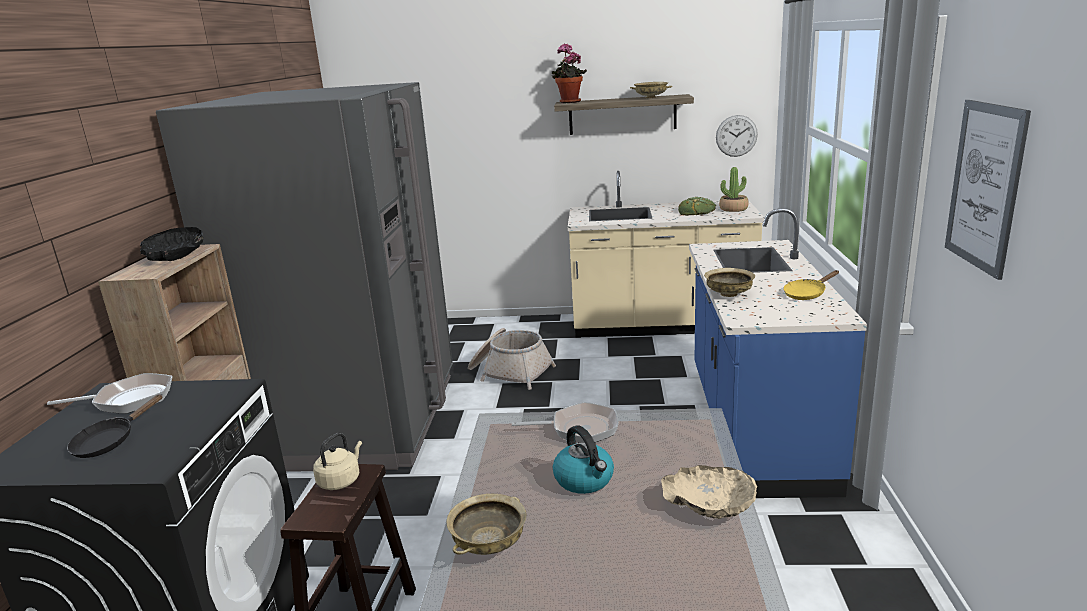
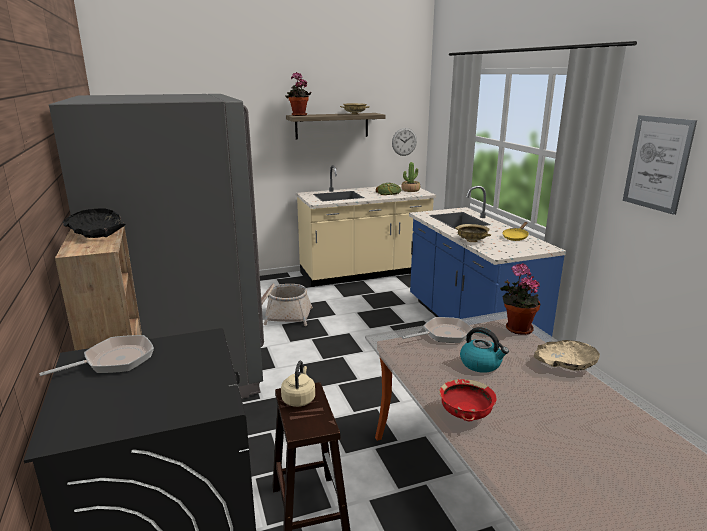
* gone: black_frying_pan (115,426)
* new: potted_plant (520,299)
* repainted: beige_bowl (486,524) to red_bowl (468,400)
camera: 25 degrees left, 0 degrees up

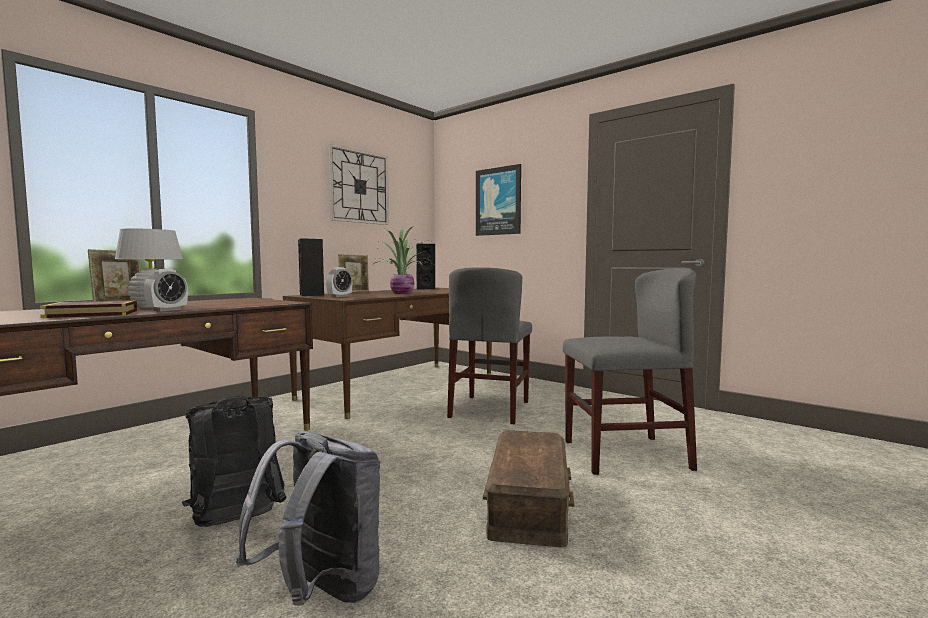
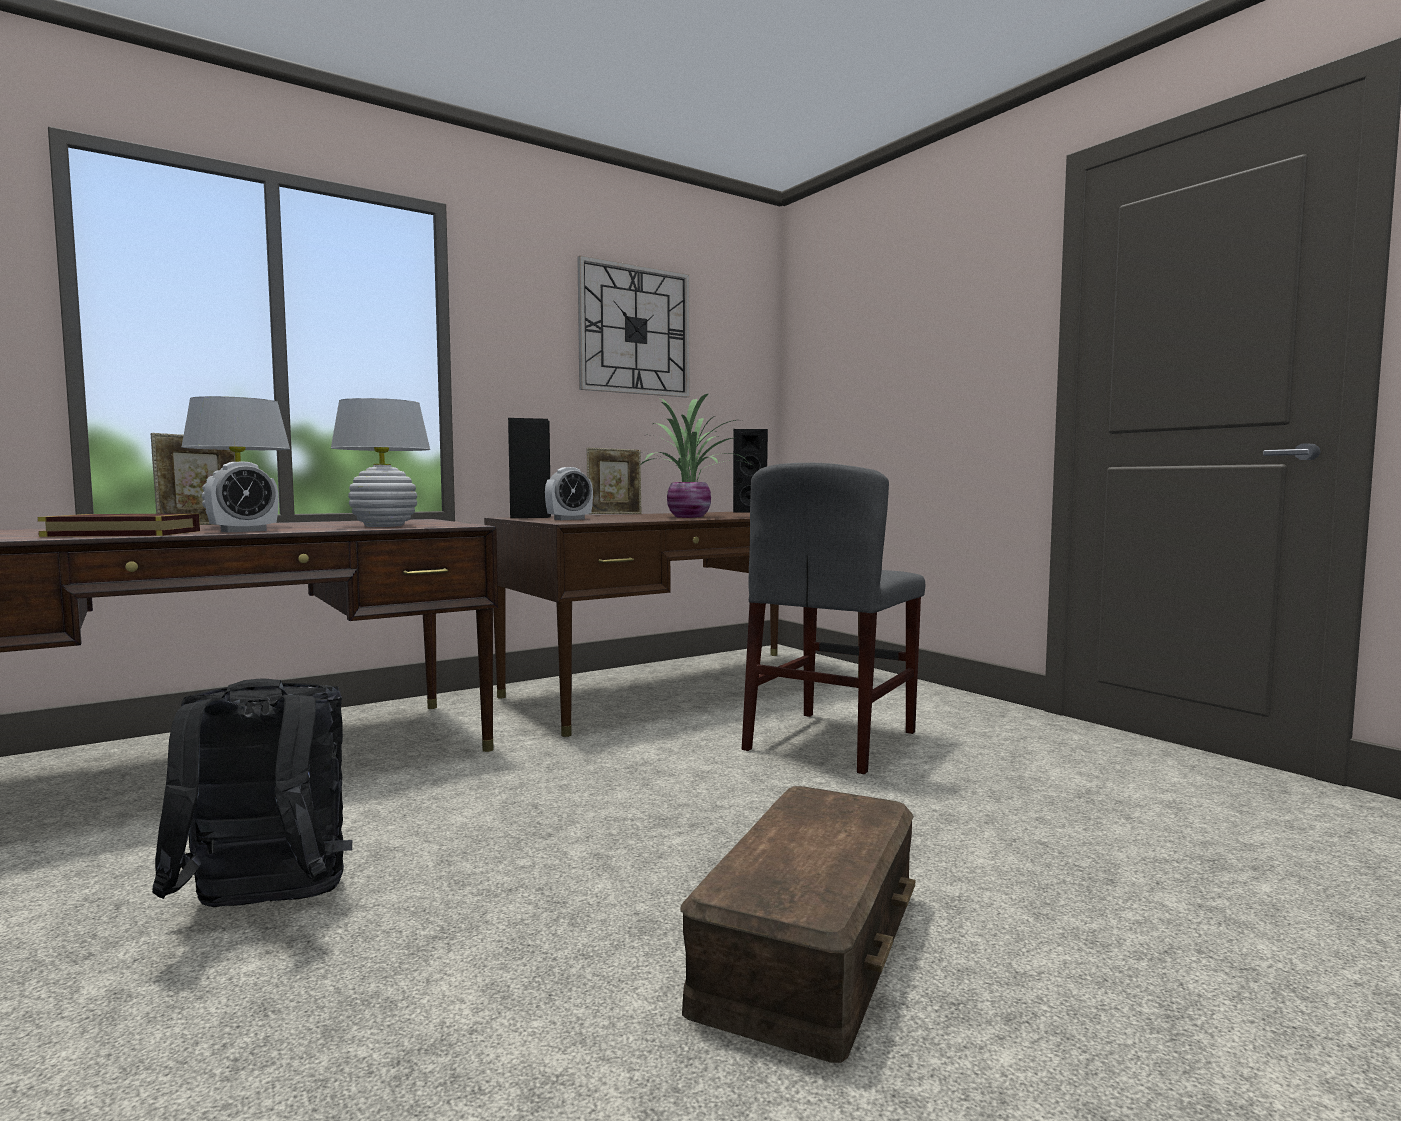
* gone: grey_backpack (308,519)
* gone: picture (498,200)
* gone: grey_chair (630,371)
* new: white_table_lamp (381,462)
camera: 15 degrees right, 0 degrees up

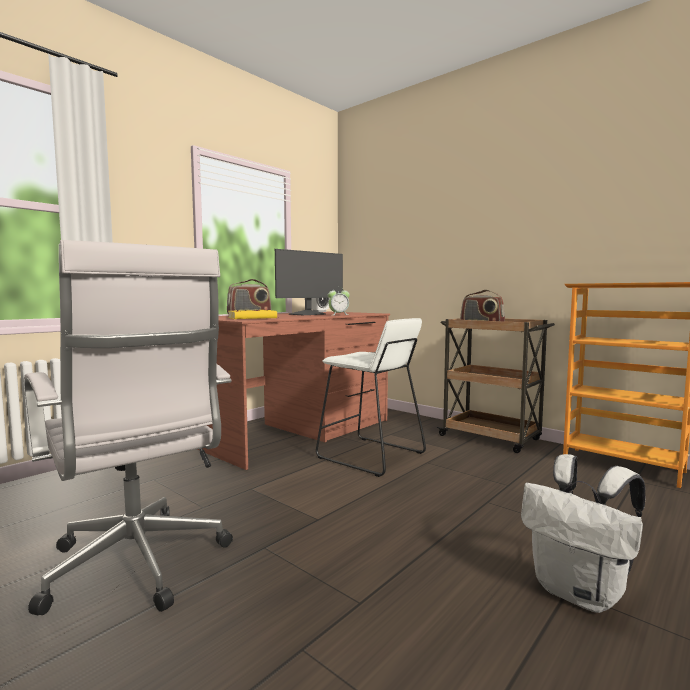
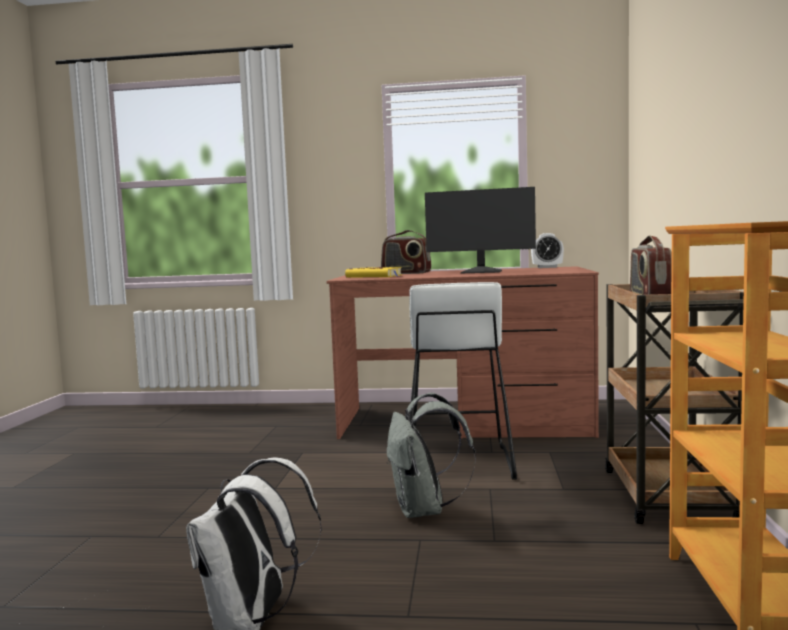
* gone: white_office_chair (128,427)
* gone: alarm_clock (339,301)
* new: grey_backpack (431,455)
camera: 55 degrees right, 0 degrees up

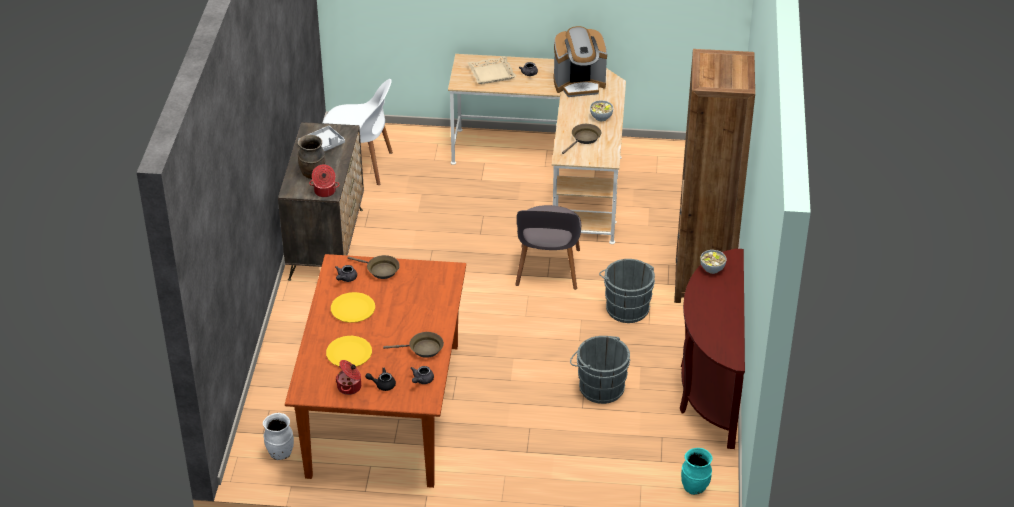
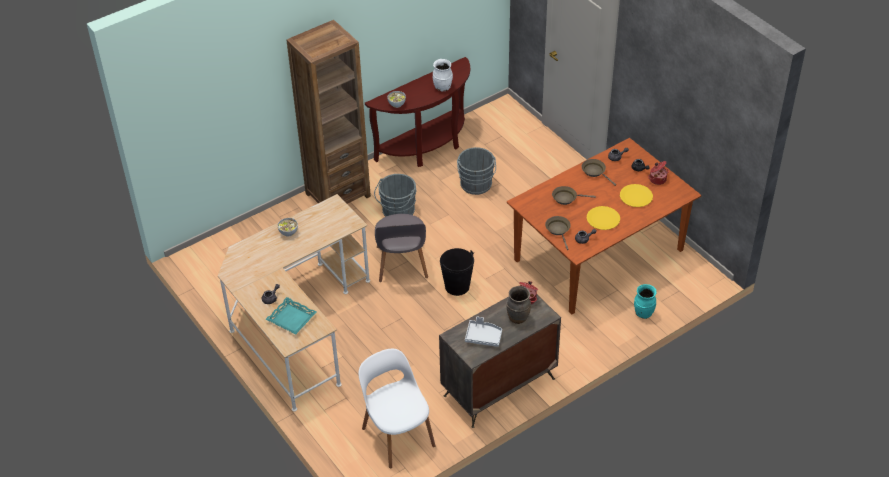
* gone: coffee_machine (580,61)
* new: black_bucket (457,272)
* shifted: white_vase (278,436) to (443,75)
* shifted: brown_frying_pan (581,139) to (574,195)
* shifted: turquoise_vase (697,471) to (645,301)
* repainted: beige_tray (492,70) to turquoise_tray (291,315)
* rotated: grey_chair (548,247) = (401,248) 120 degrees clockwise
camera: 130 degrees left, 5 degrees up

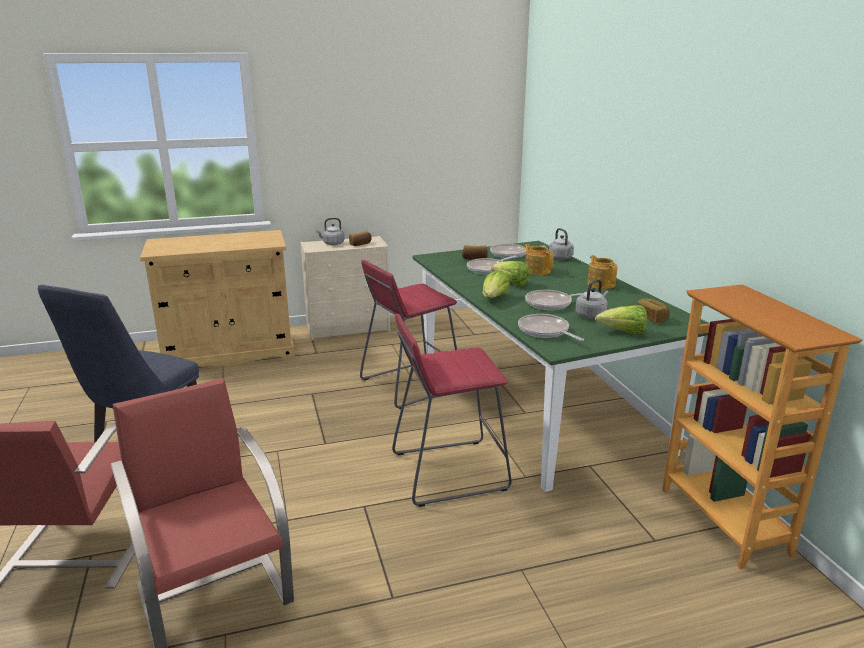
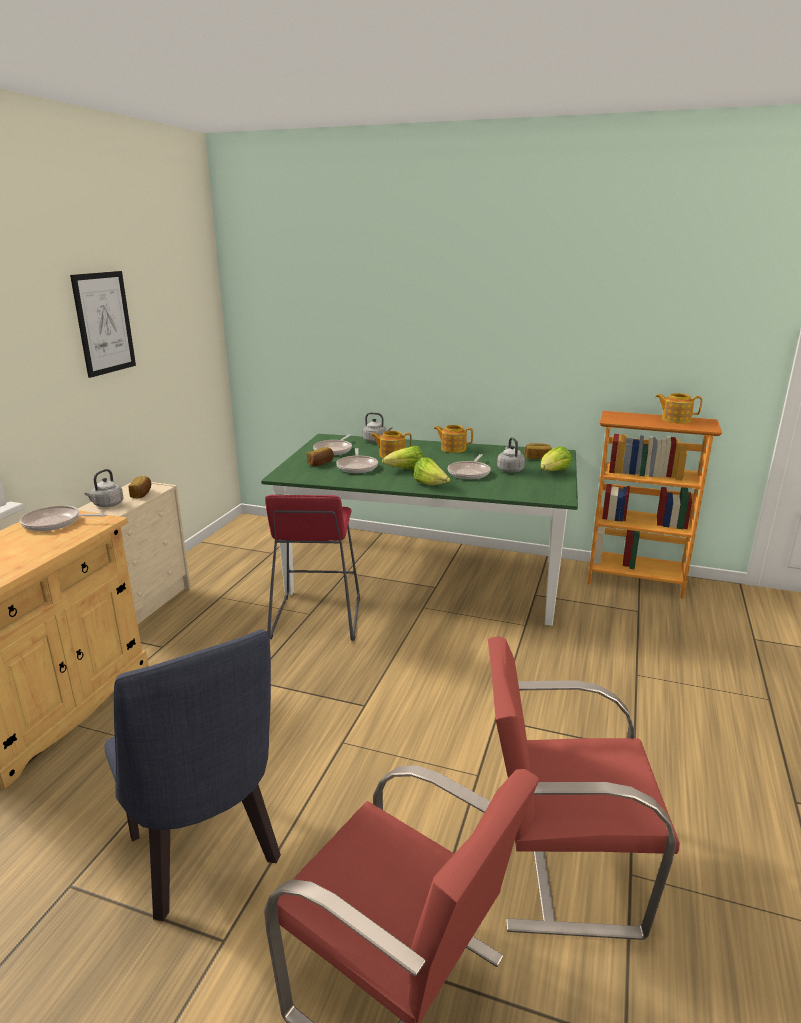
* gone: red_stool (452,410)
* new: picture (103,324)
* new: teapot (678,408)
* shifted: frying_pan (551,327) to (63,518)
camera: 55 degrees left, 0 degrees up

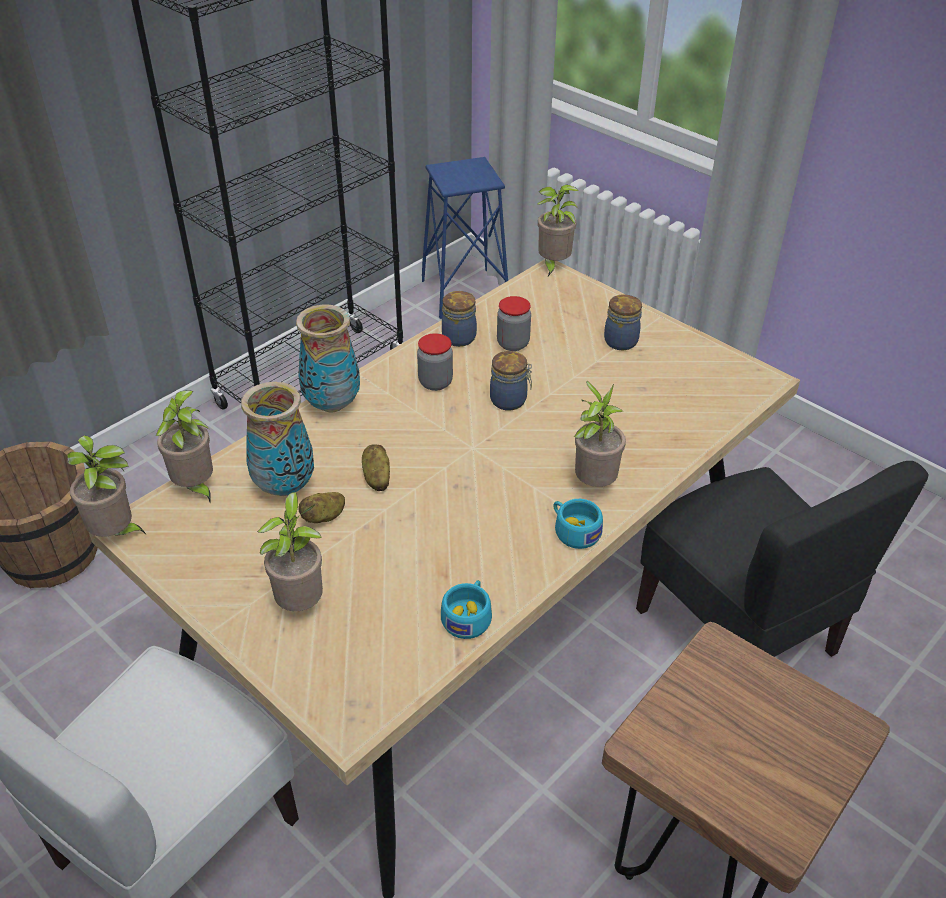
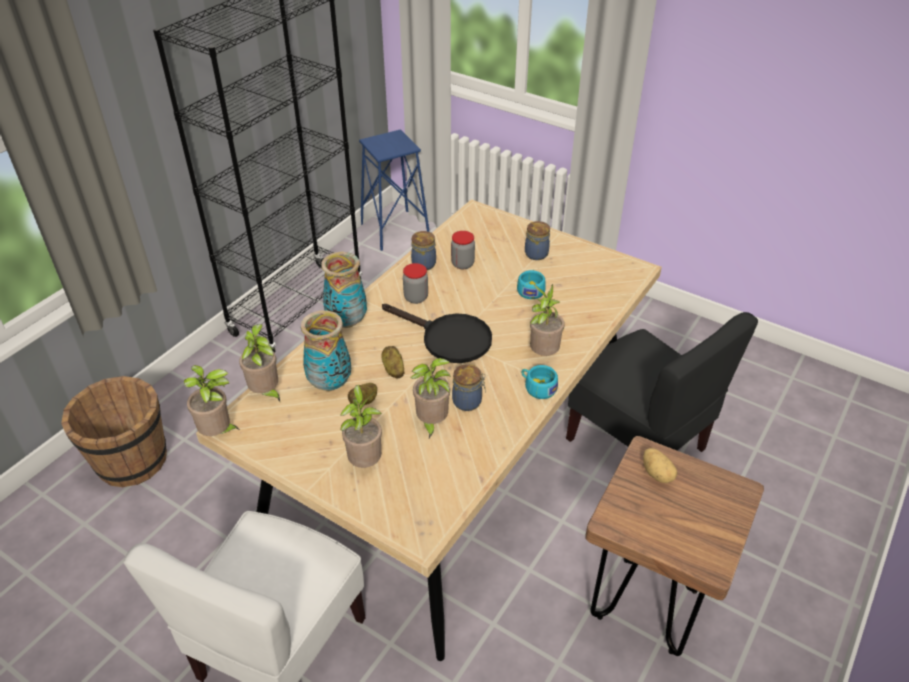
* new: black_frying_pan (437,333)
* new: potato (660,465)
* shifted: turquoise_cup (466,609) to (531,284)
* shifted: jar (511,380) to (469,387)
* shifted: potted_plant (558,230) to (430,398)
camera: 10 degrees left, 0 degrees up

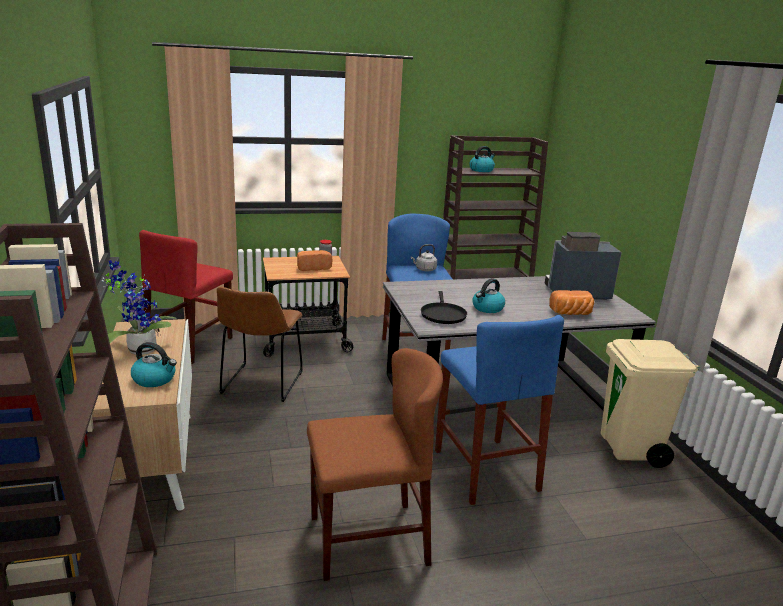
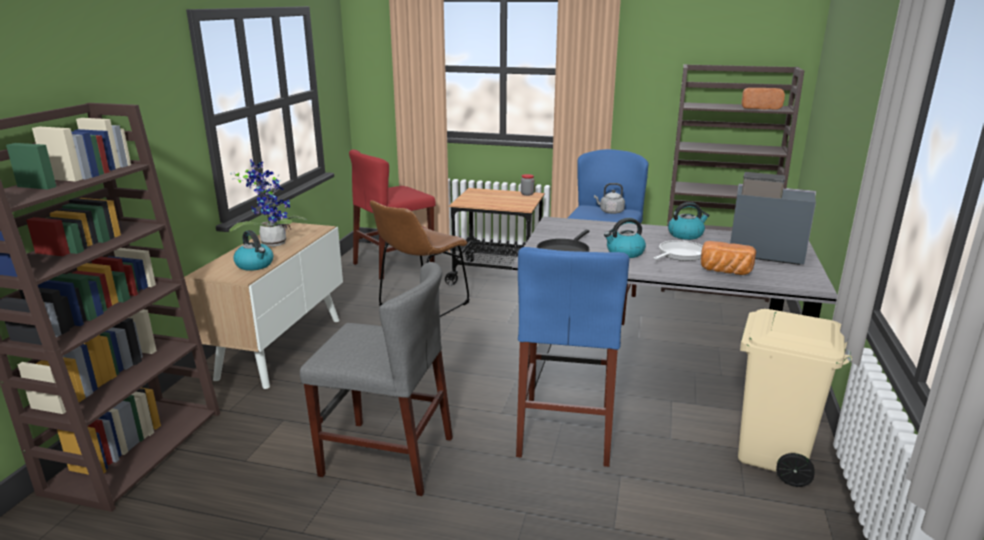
* new: frying_pan (678,250)
* shifted: bread (314,260) to (763,99)
* shifted: kettle (482,159) to (689,221)
* repainted: brown_chair (375,464) to grey_chair (376,379)
camera: 30 degrees right, 0 degrees up

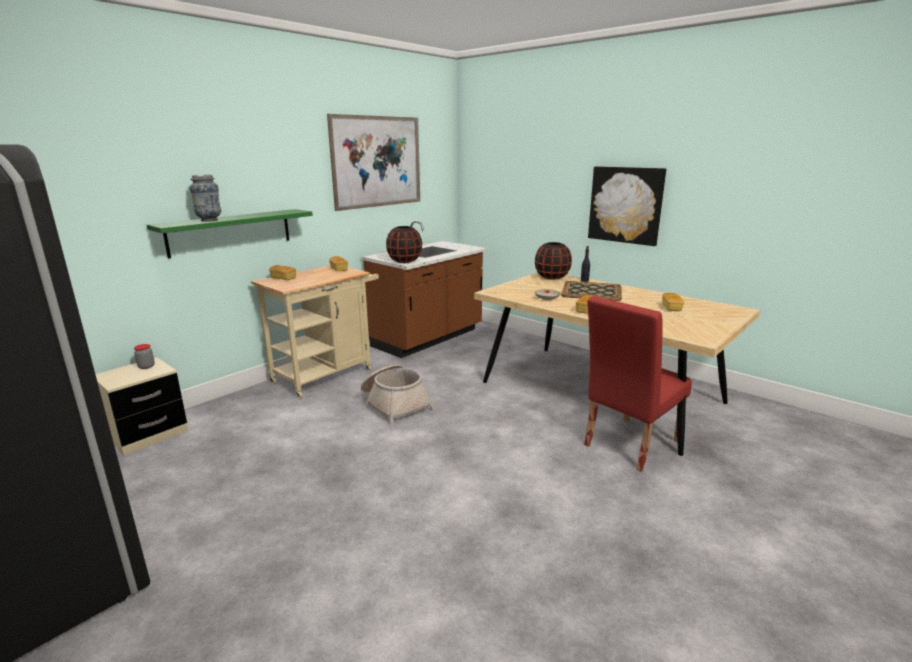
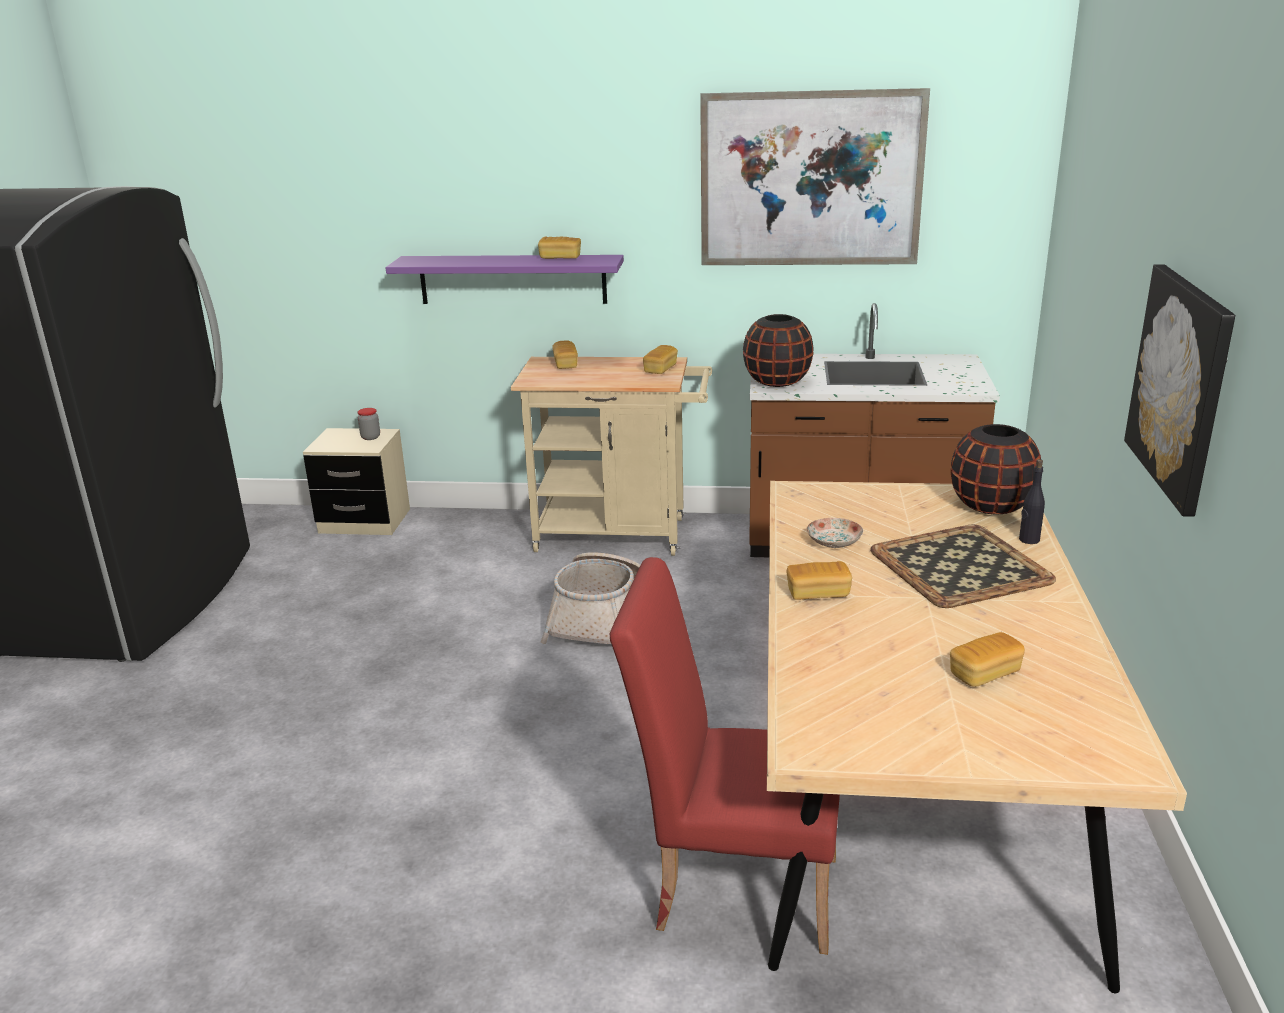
* gone: vase (205,198)
* new: bread (559,247)
* repainted: green_shelf (230,233) to purple_shelf (504,279)
camera: 55 degrees right, 5 degrees up

